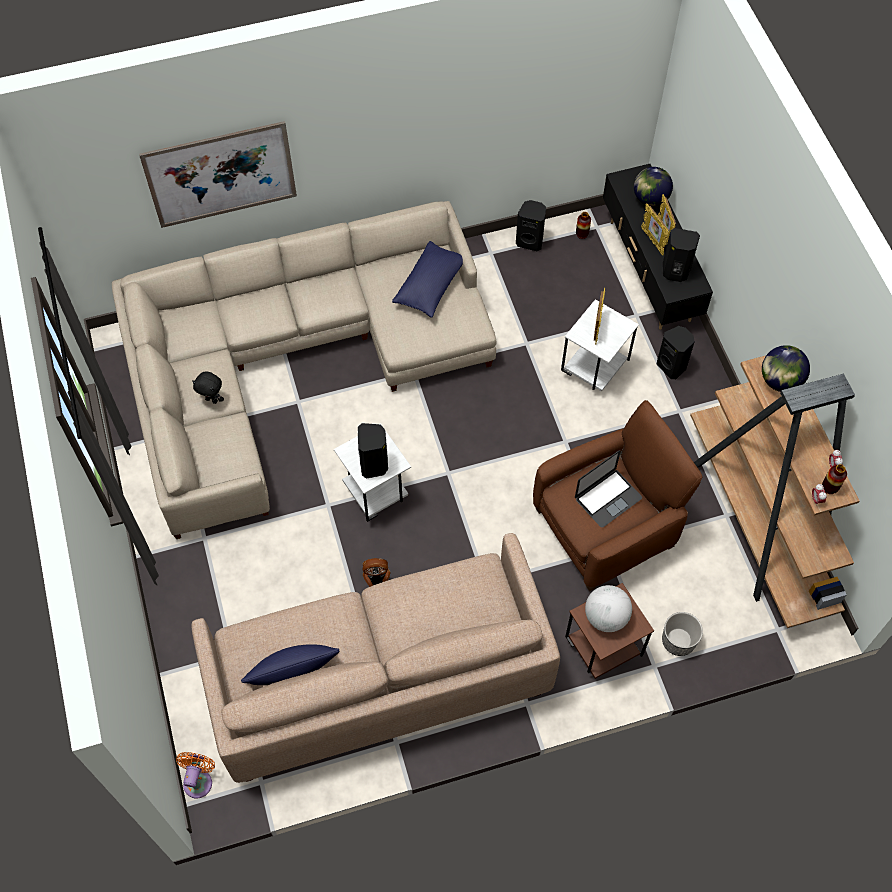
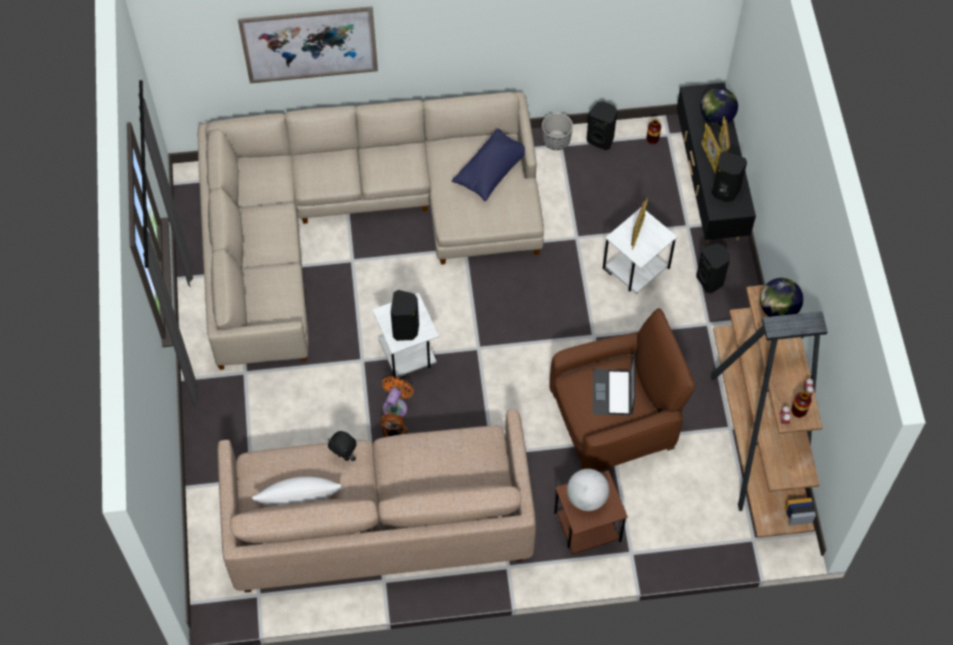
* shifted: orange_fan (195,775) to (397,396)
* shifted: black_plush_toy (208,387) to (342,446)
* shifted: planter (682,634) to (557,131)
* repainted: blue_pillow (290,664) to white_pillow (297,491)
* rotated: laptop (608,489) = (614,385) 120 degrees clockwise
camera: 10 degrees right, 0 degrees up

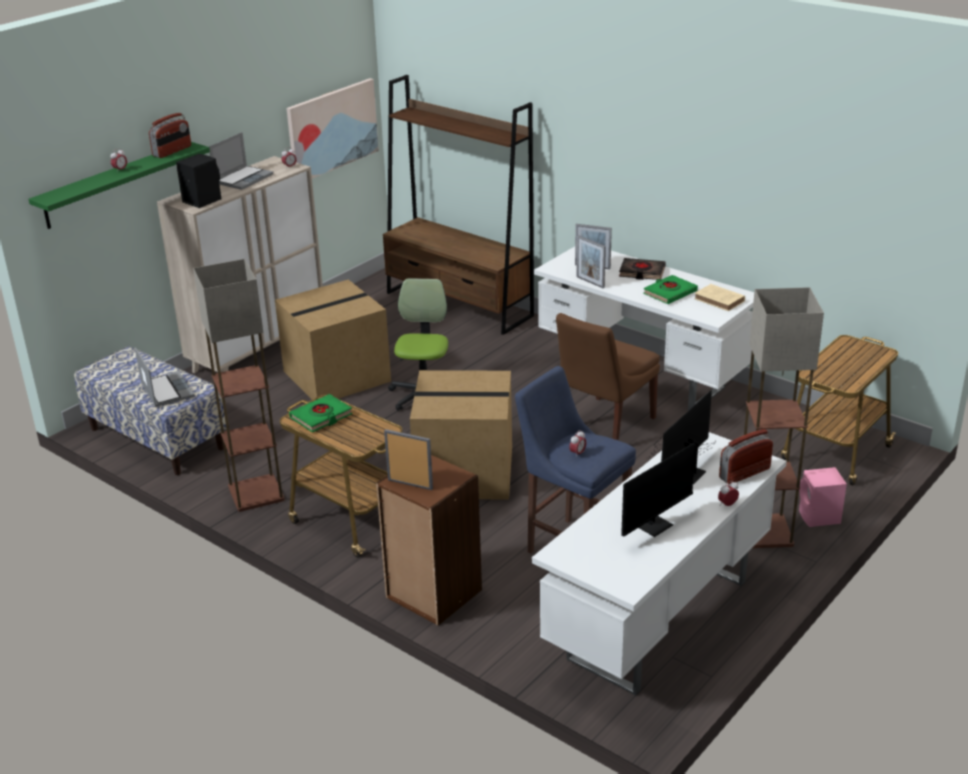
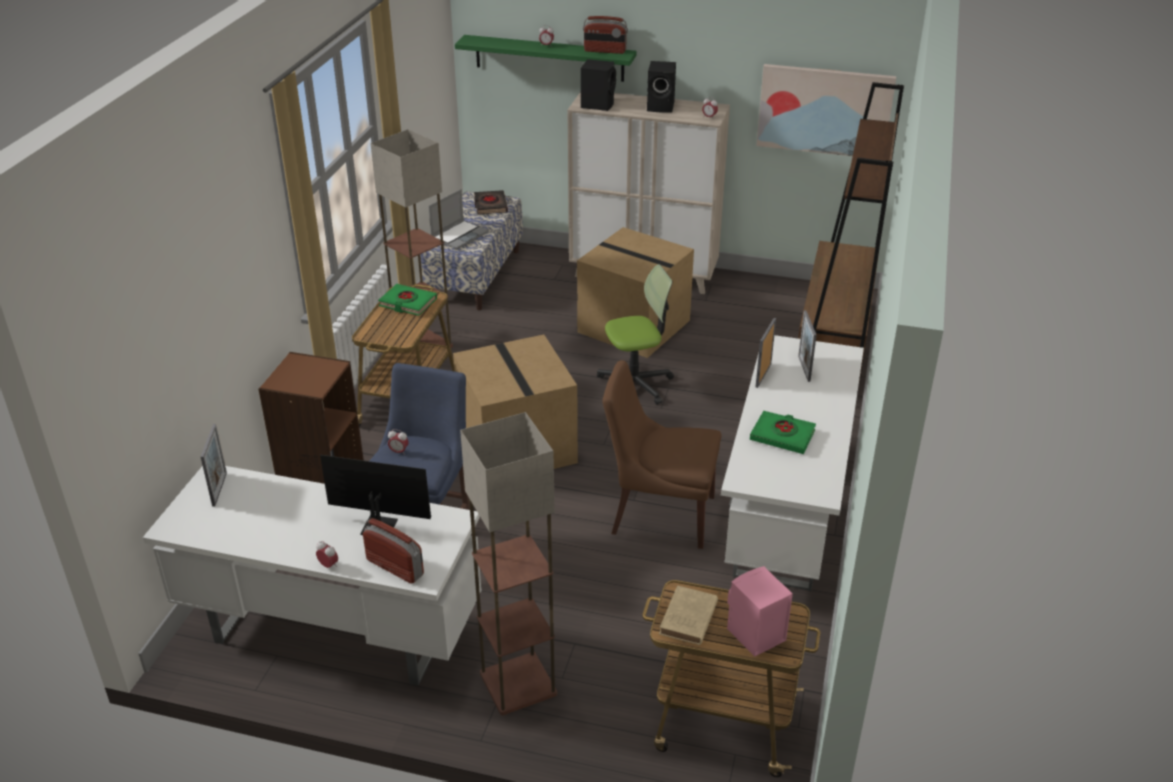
* gone: monitor (668,488)
* shifted: picture_frame (408,459) to (214,465)
* shifted: black_book (642,269) to (491,202)
* shifted: beige_book (719,297) to (688,615)
* shifted: pink_speaker (823,497) to (760,611)
* swapped: laptop (241,161) to black_speaker (661,87)
camera: 65 degrees right, 5 degrees up

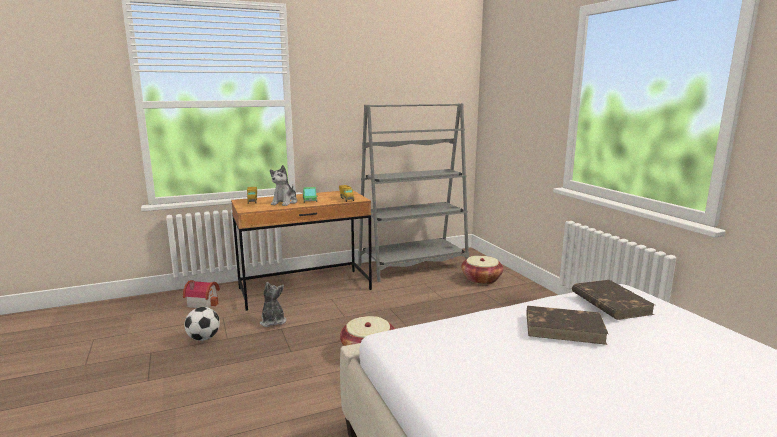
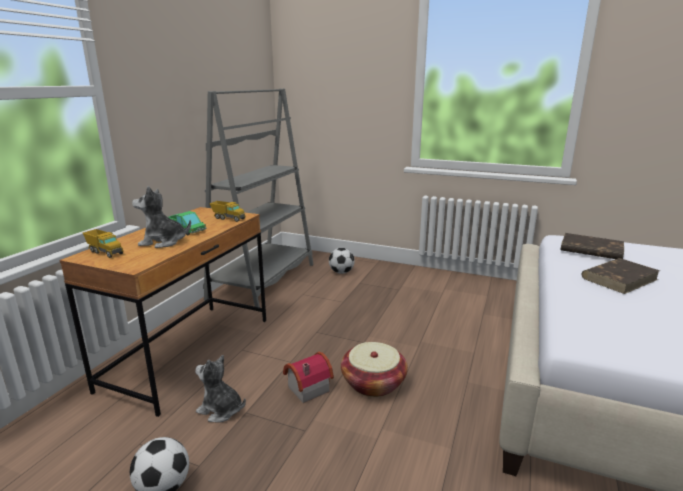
* shifted: toy_house (201,294) to (308,377)
* swapped: basket (482,270) to football (342,261)
* rotated: plush_toy (283,185) = (161,217) 120 degrees clockwise
camera: 45 degrees left, 5 degrees up

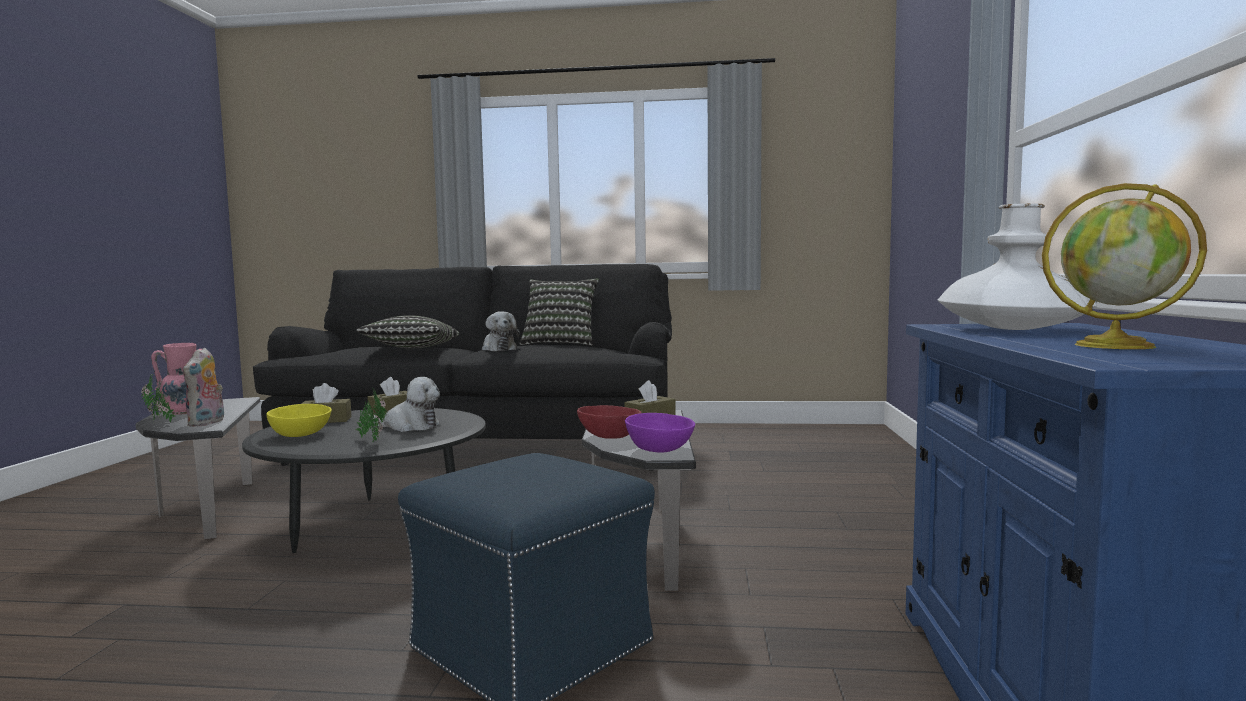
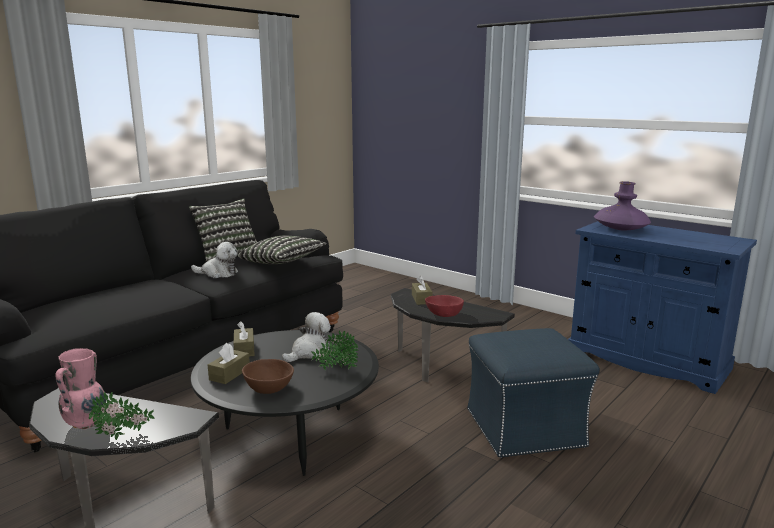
* gone: plush_toy (203,387)
* gone: purple_bowl (660,433)
* gone: globe (1124,266)
* shifted: pillow (408,331) to (282,249)
* repainted: yellow_bowl (299,420) to brown_bowl (268,376)
* repainted: white_vase (1018,266) to purple_vase (622,205)
camera: 55 degrees left, 10 degrees up

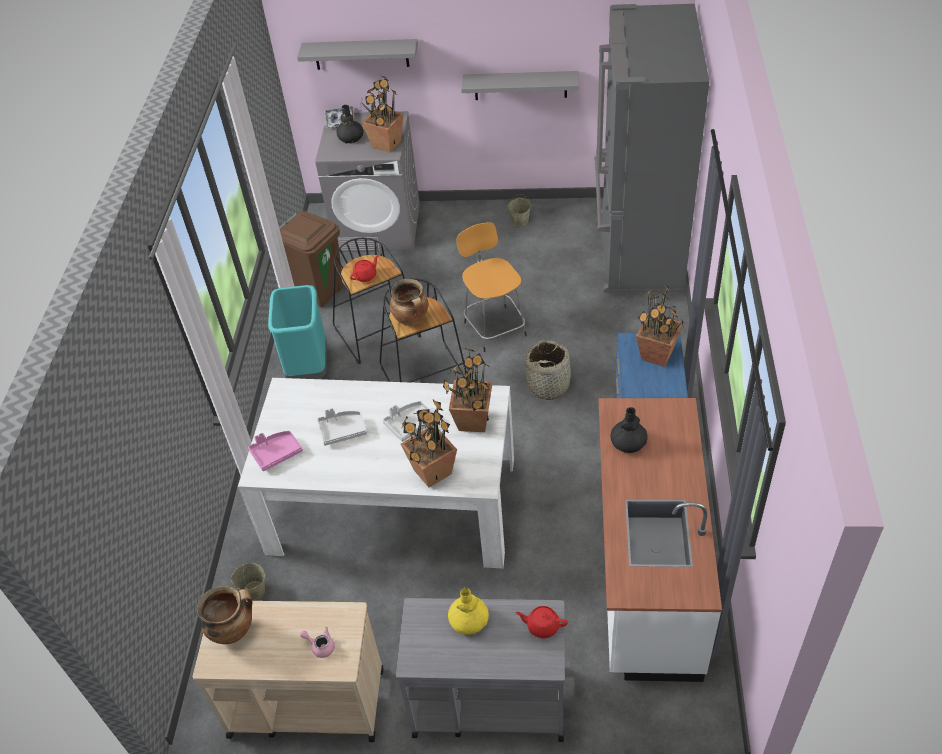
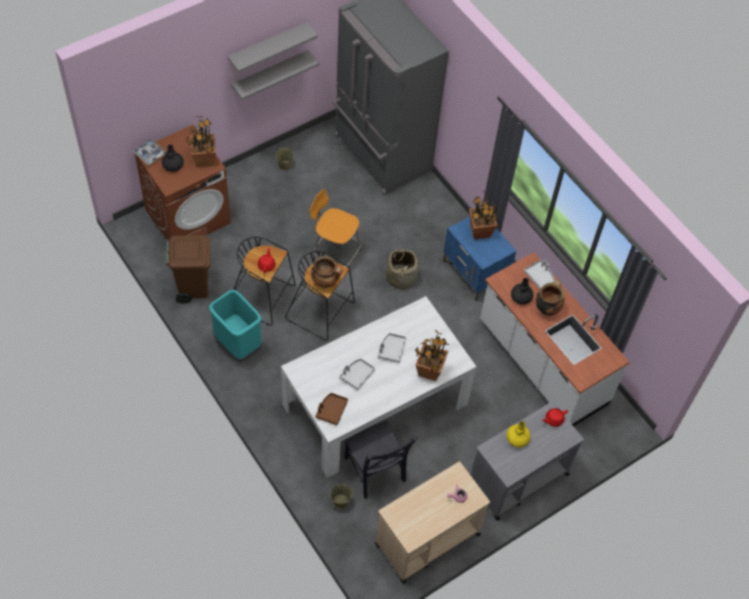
* gone: potted_plant (468,390)
* new: black_chair (381,460)
* new: grey_tray (539,274)
* shifted: cooking_pot (225,615) to (549,297)
* shifted: grey_shelf (357,54) to (272,47)
* repainted: pink_tray (275,451) to brown_tray (332,409)
* repainted: grey_washing_machine (367,181) to brown_washing_machine (183,184)
camera: 45 degrees left, 10 degrees up

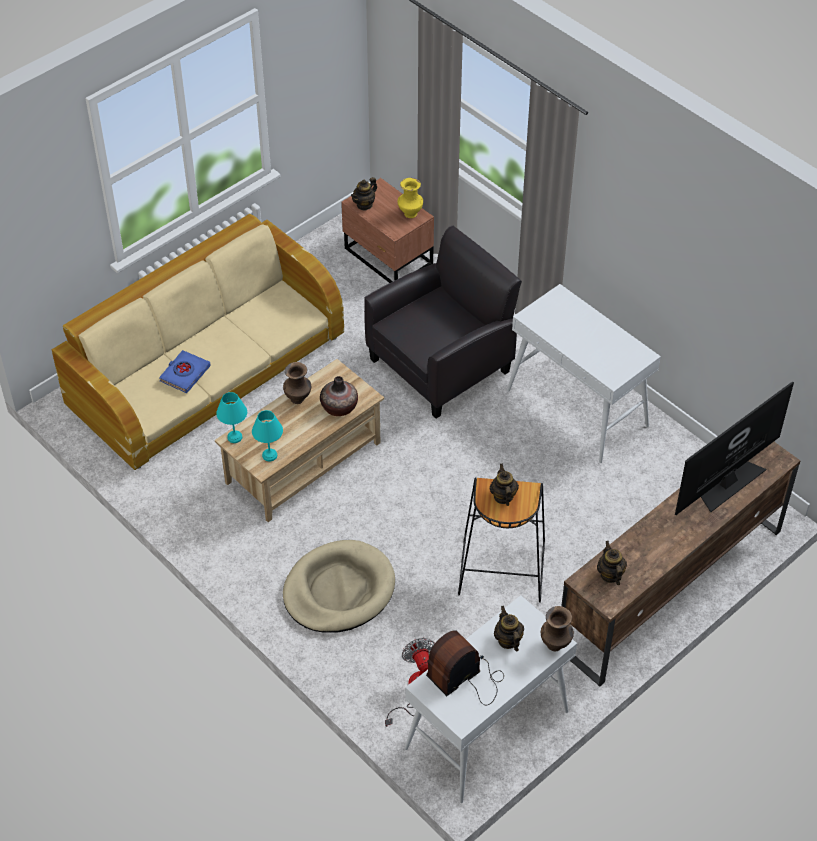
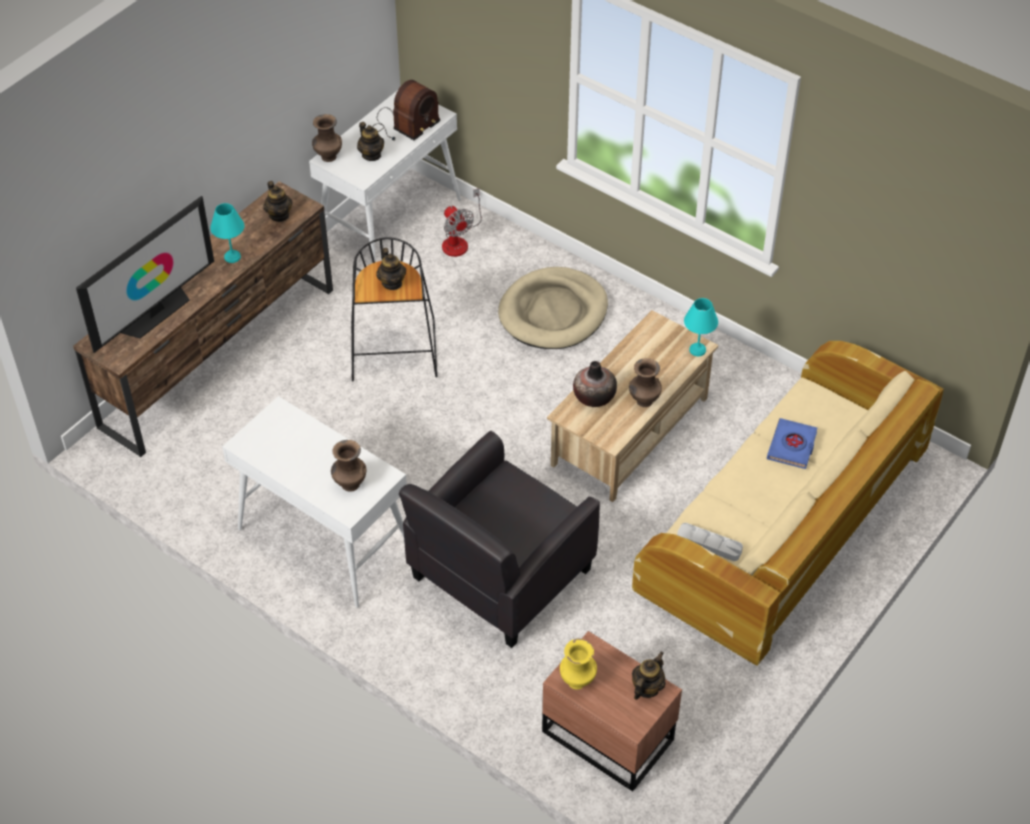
* new: brown_vase (348,466)
* new: grey_tray (710,542)
* shifted: turquoise_table_lamp (267,435) to (227,233)
camera: 170 degrees right, 0 degrees up

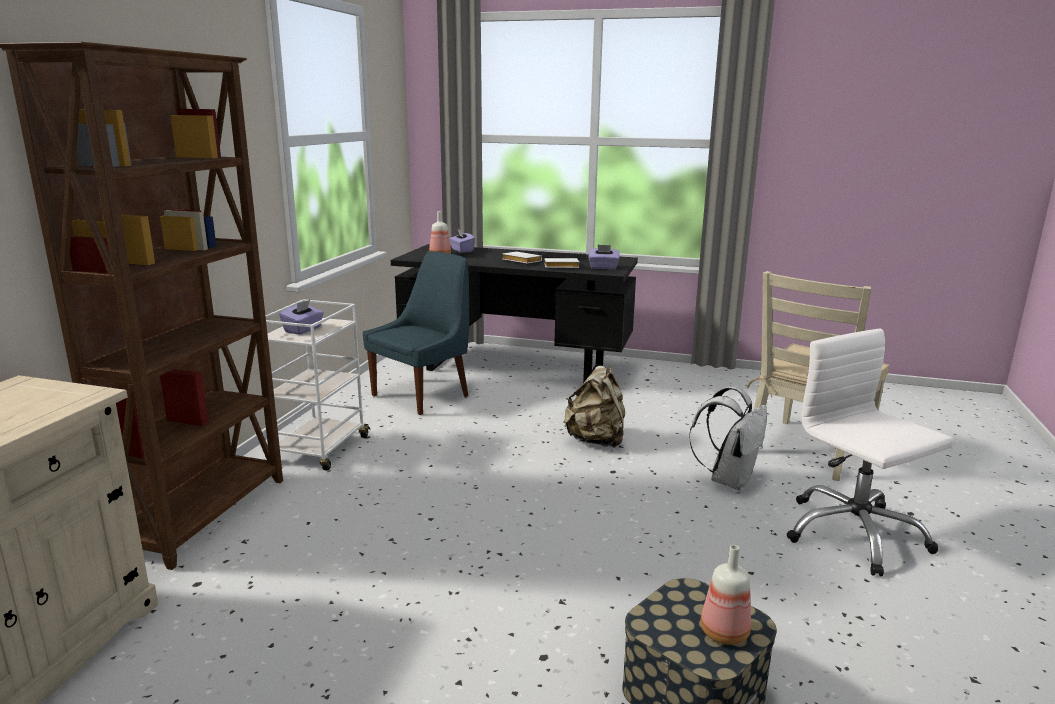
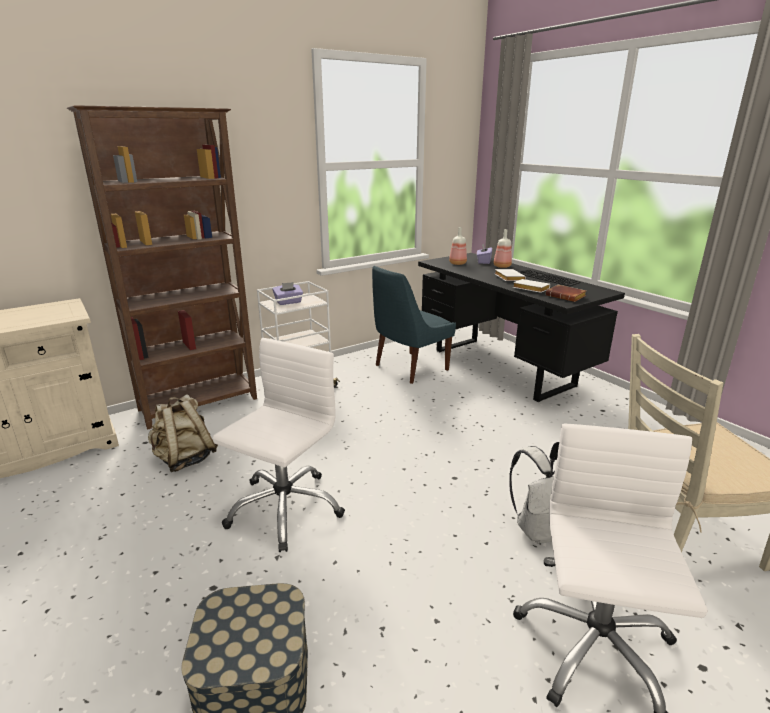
* new: white_office_chair (279,445)
* shifted: beige_backpack (594,407) to (183,433)
* shifted: bottle (726,595) to (502,248)
* swapped: purple_tissue_box (604,257) to brown_book (566,293)
* rotated: blue_chair (416,333) = (414,325) 150 degrees clockwise
camera: 40 degrees right, 5 degrees up

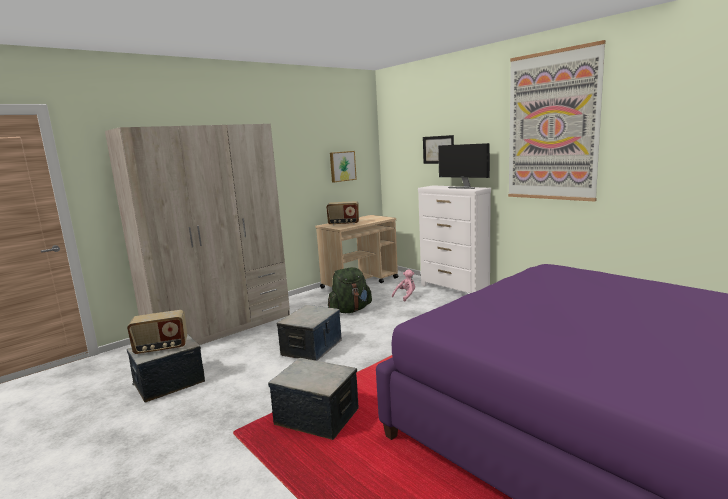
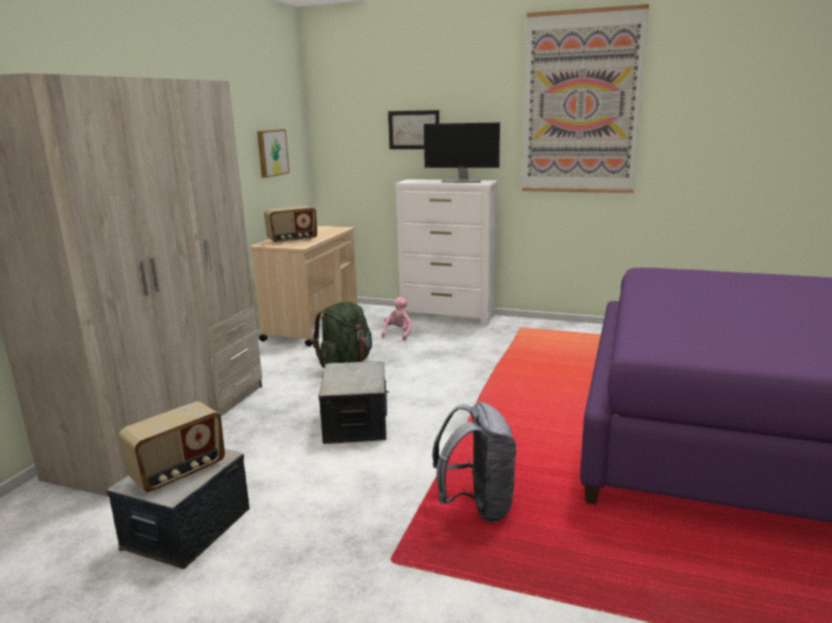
* swapped: storage_box (313,399) to grey_backpack (474,462)
camera: 30 degrees left, 5 degrees up

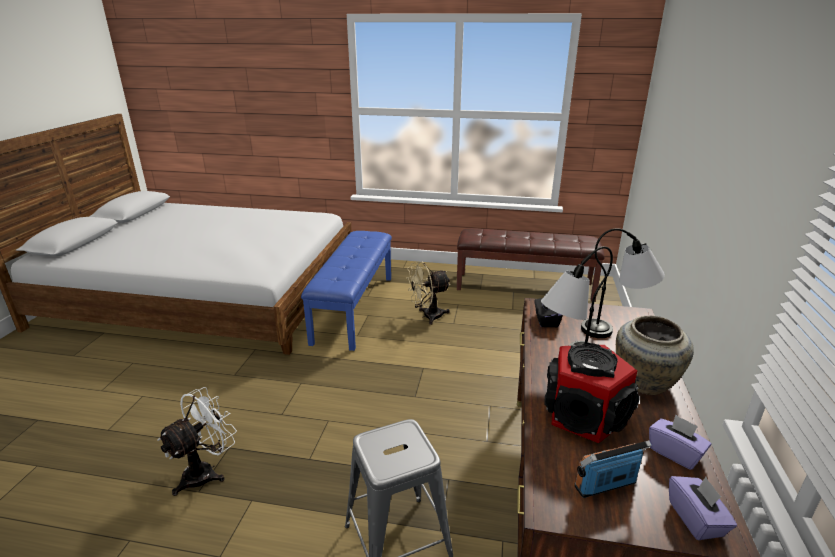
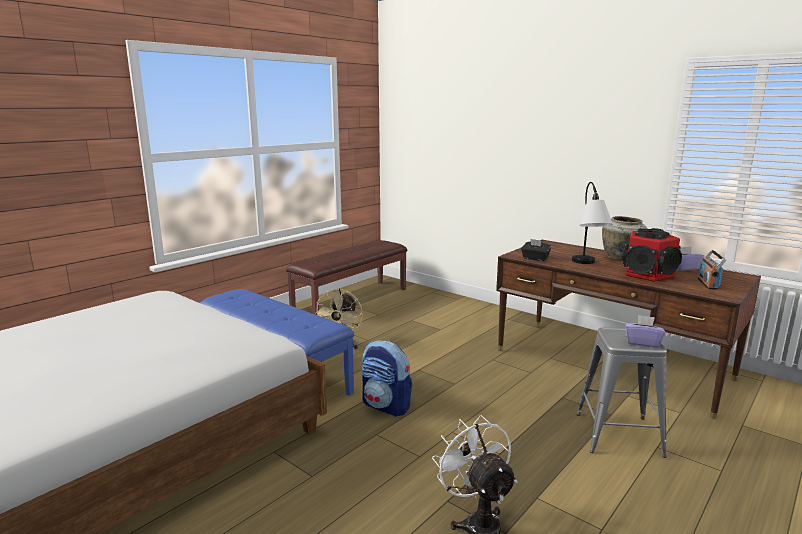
* gone: table_lamp (623,283)
* new: backpack (387,378)
* shifted: purple_tissue_box (703,508) to (645,331)
camera: 60 degrees left, 10 degrees down

